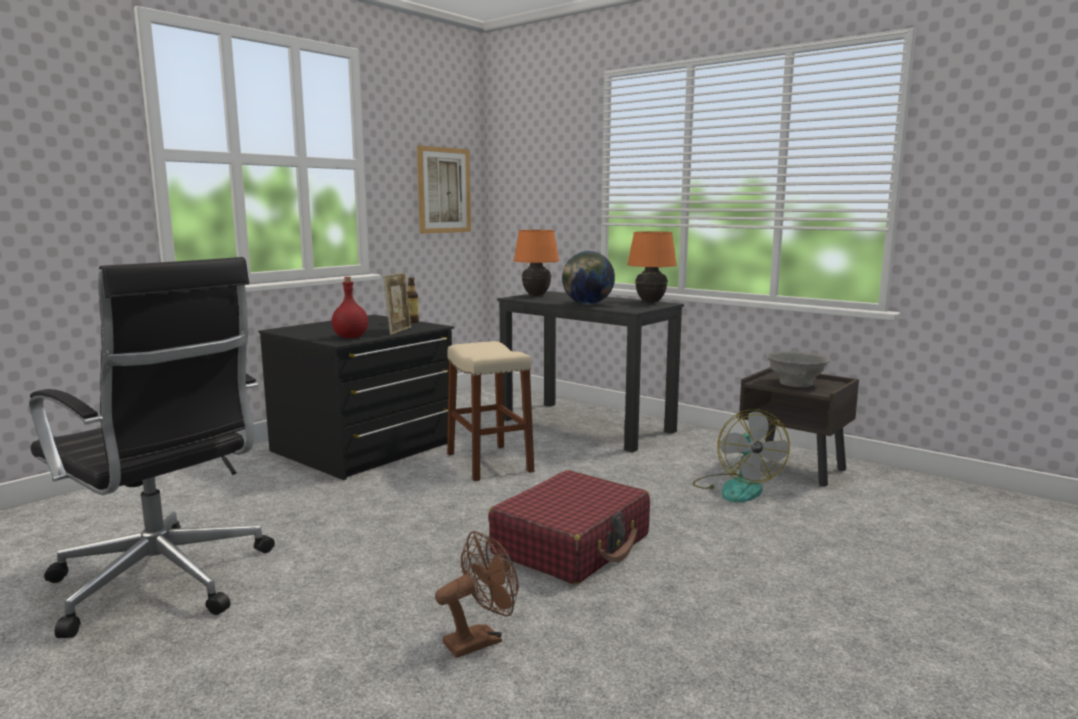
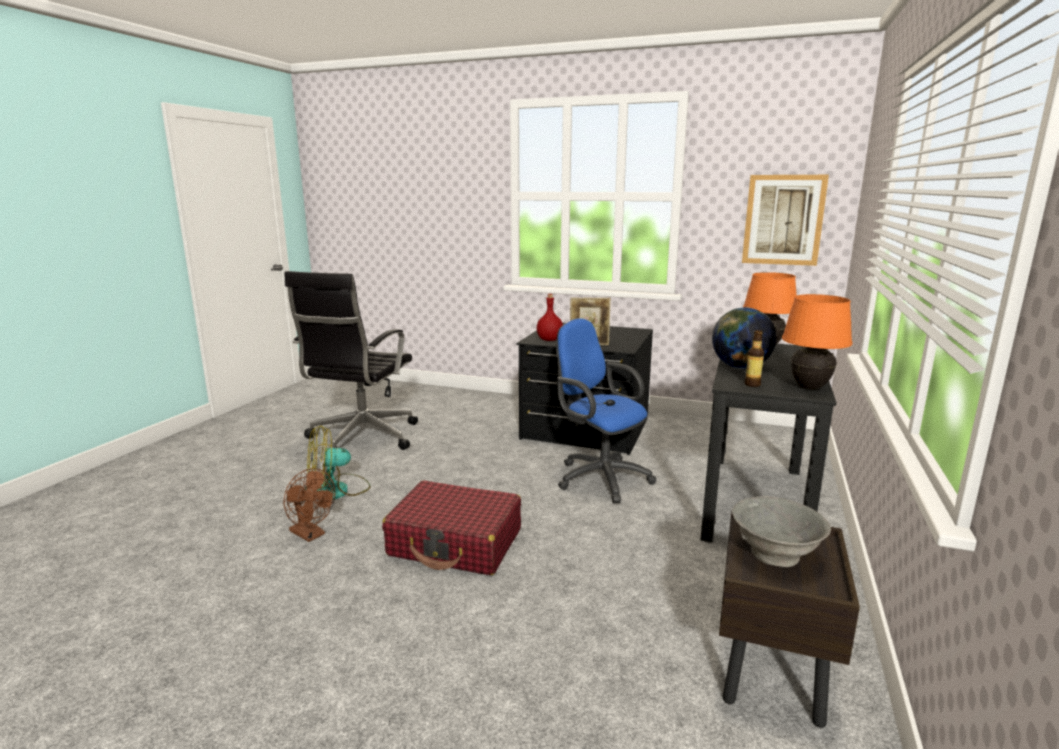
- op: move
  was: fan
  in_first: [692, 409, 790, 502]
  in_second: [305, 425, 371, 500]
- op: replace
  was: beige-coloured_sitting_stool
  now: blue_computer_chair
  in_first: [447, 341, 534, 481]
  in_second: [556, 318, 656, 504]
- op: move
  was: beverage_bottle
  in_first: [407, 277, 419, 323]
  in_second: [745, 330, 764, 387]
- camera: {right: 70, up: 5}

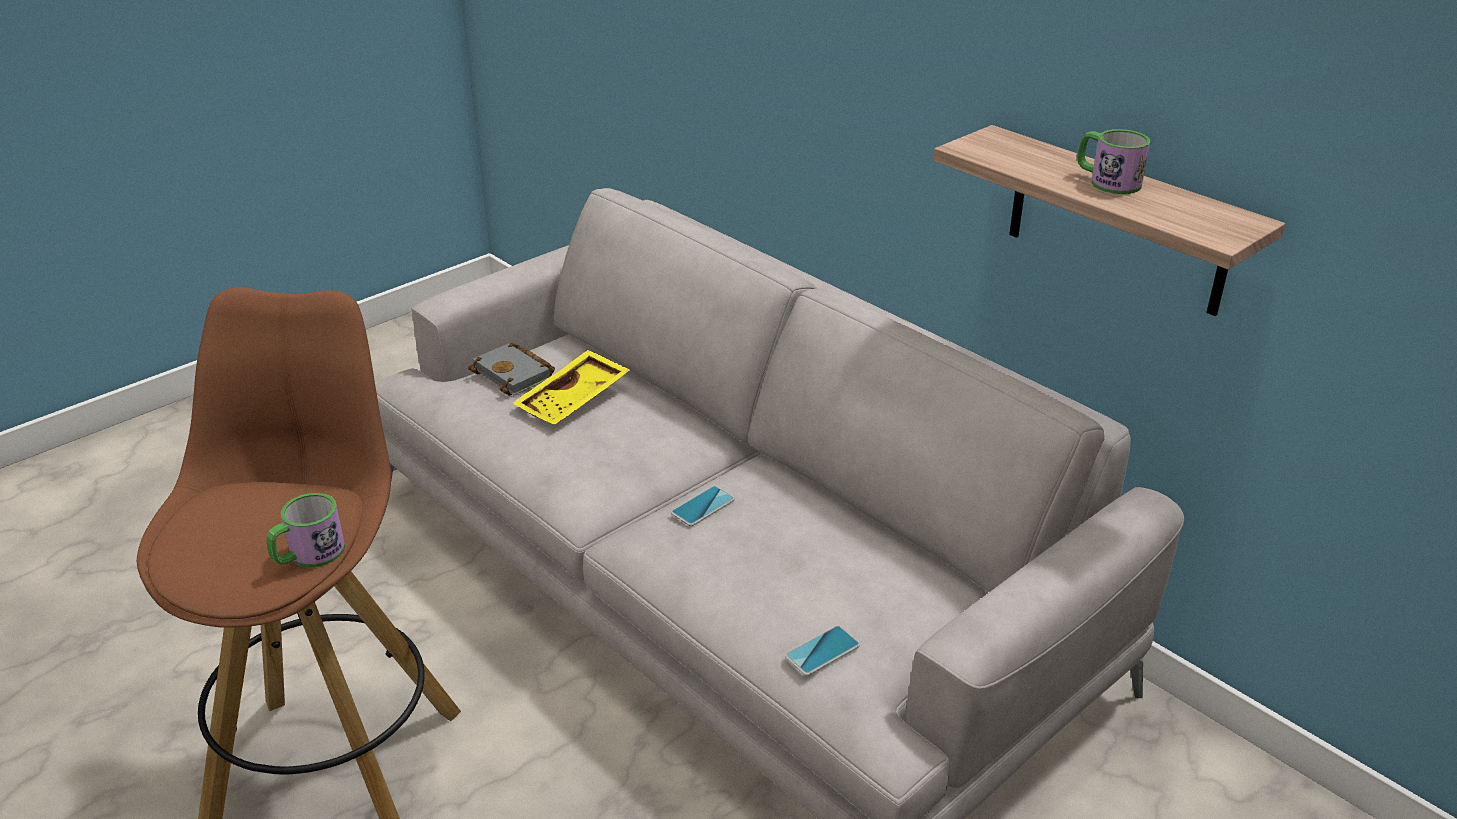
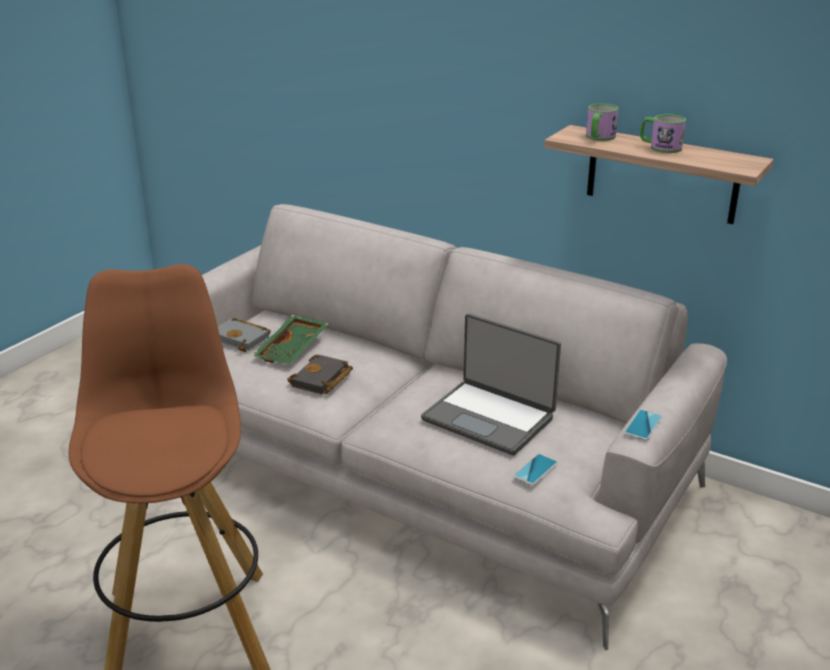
- op: recolor
  was: yellowish_carrying_tray
  now: greenish_carrying_tray
  in_first: [513, 350, 630, 425]
  in_second: [252, 315, 329, 364]
- op: insert
  now: blackish_book
  in_second: [287, 354, 353, 395]
- op: insert
  now: laptop
  in_second: [421, 313, 561, 456]
- op: move
  was: coffee_mug
  in_first: [267, 493, 345, 567]
  in_second: [586, 103, 619, 141]
- op: move
  was: phone
  in_first: [671, 486, 735, 526]
  in_second: [624, 410, 662, 440]
- camera: {right: -15, up: -5}

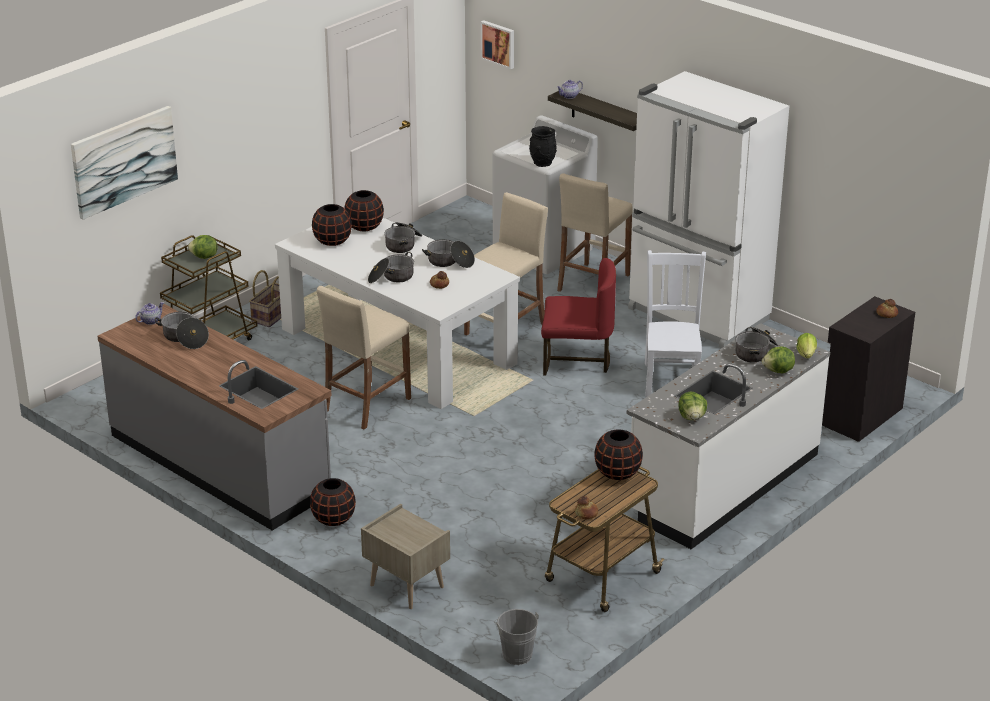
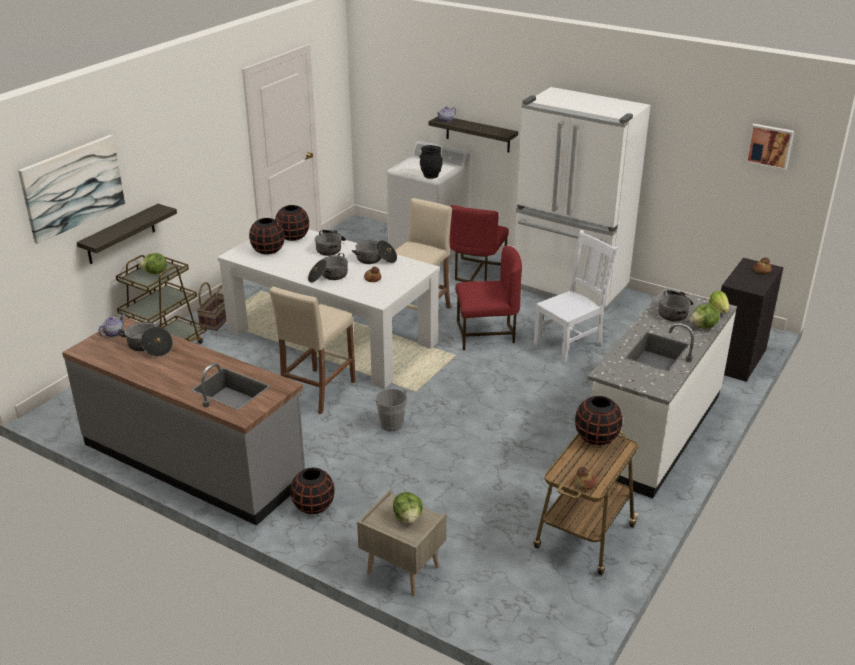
- op: insert
  now: shelf
  in_second: [77, 204, 177, 264]
- op: move
  was: grey_bucket
  in_first: [494, 609, 539, 665]
  in_second: [372, 388, 407, 432]
- op: move
  was: head_of_lettuce
  in_first: [678, 392, 707, 420]
  in_second: [393, 492, 423, 523]
- op: replace
  was: beige-coloured_sitting_stool
  now: red-coloured_plain_chair
  in_first: [557, 173, 633, 292]
  in_second: [450, 205, 509, 282]
- op: rotate
  was: white-coloured_plain_chair
  in_first: [645, 250, 706, 397]
  in_second: [534, 230, 618, 362]
  clockwise: 60
- op: move
  was: wall_art
  in_first: [481, 20, 514, 69]
  in_second: [745, 124, 794, 170]
- camera: {right: -10, up: 0}

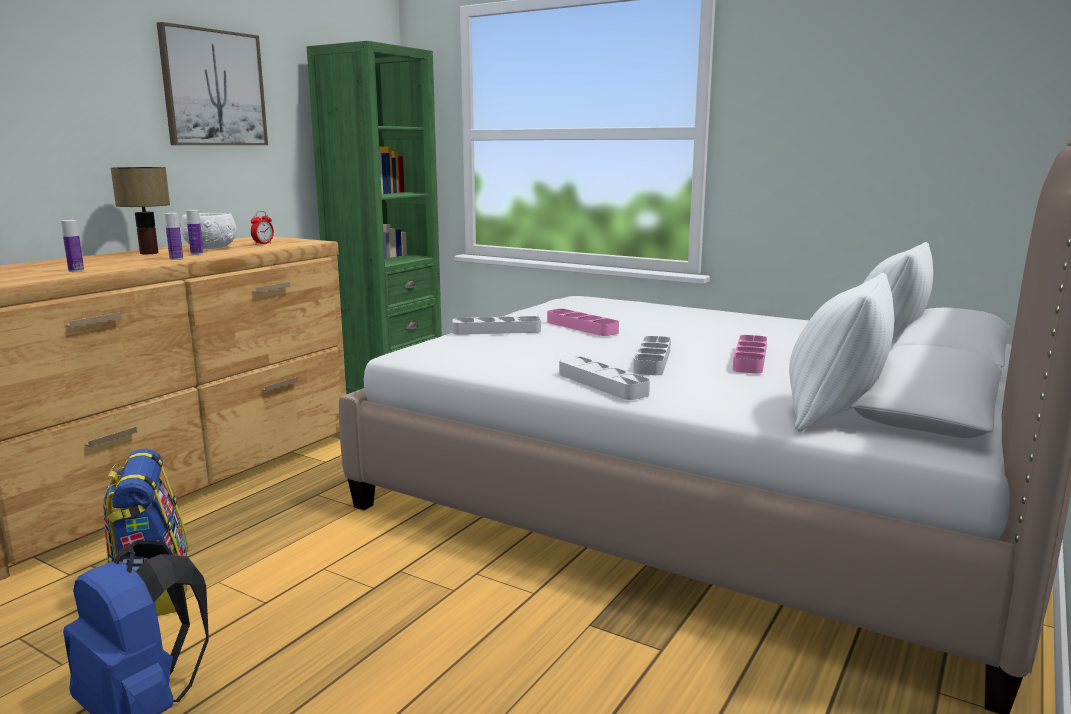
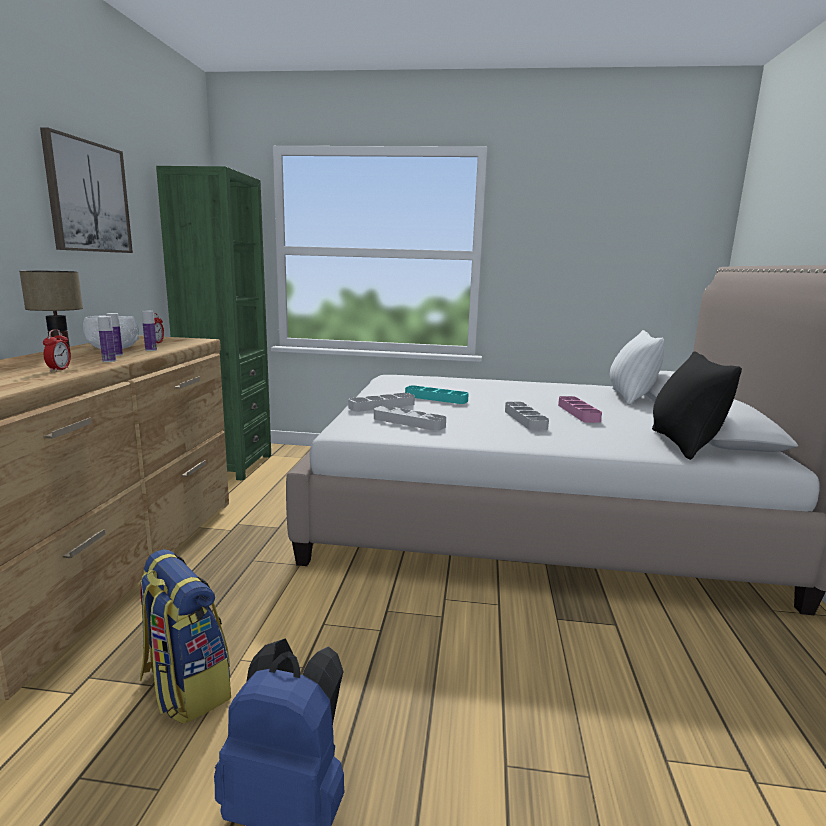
- op: insert
  now: alarm_clock
  in_second: [43, 329, 71, 372]
- op: move
  was: beverage_bottle
  in_first: [61, 220, 84, 272]
  in_second: [142, 311, 157, 351]
- op: move
  was: grey_carrying_tray
  in_first: [559, 356, 650, 400]
  in_second: [374, 406, 446, 431]
- op: recolor
  was: pink-coloured_carrying_tray
  now: blue-green_carrying_tray
  in_first: [547, 309, 619, 336]
  in_second: [405, 385, 469, 404]
- op: recolor
  was: white-coloured_cushion
  now: blackish_cushion
  in_first: [789, 273, 894, 432]
  in_second: [652, 351, 742, 460]
- camera: {right: -25, up: 0}

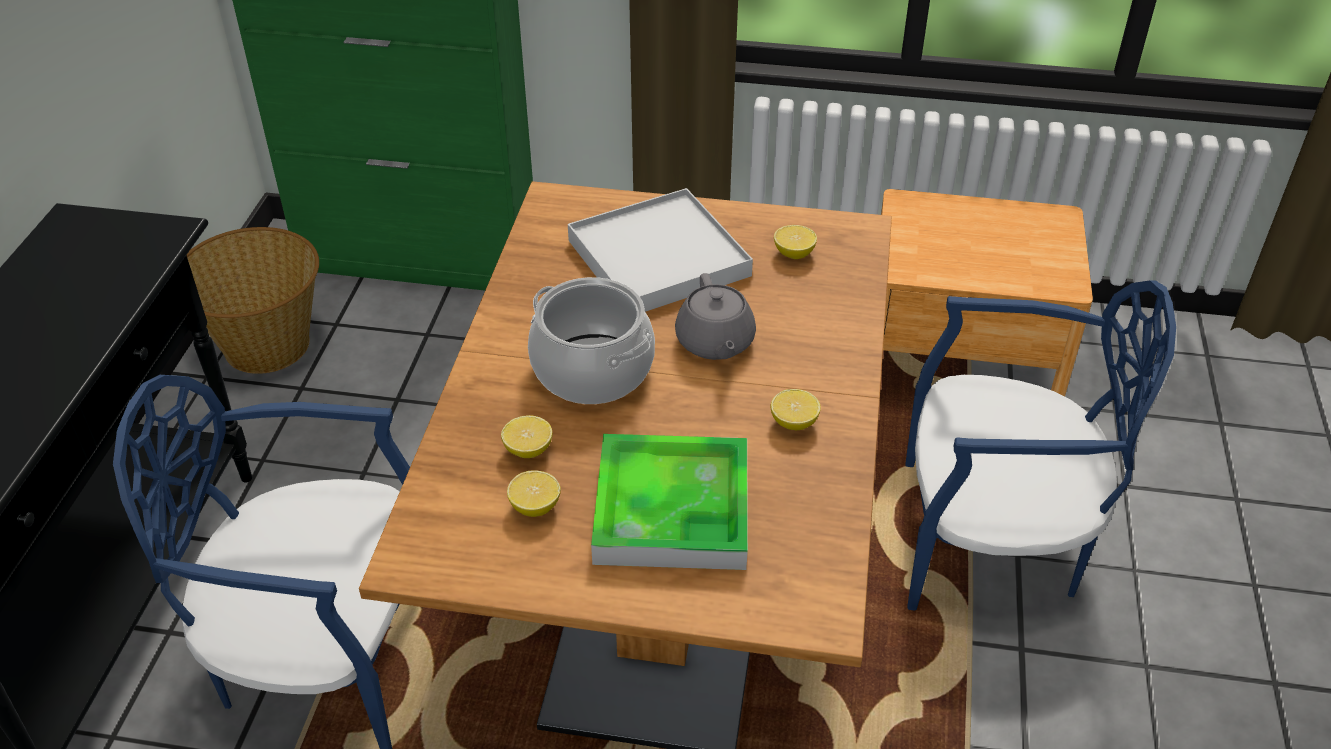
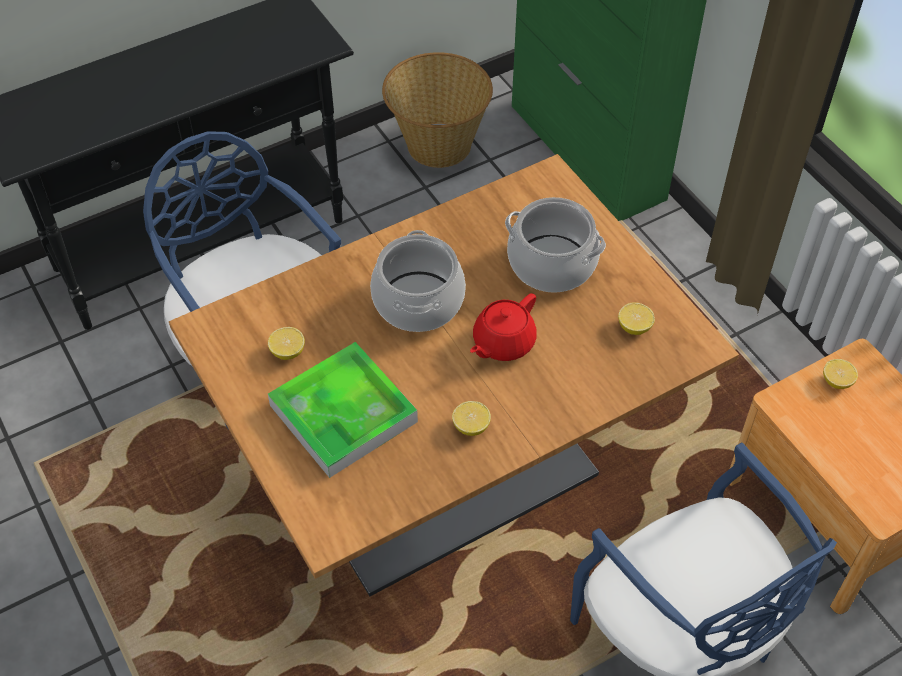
- op: recolor
  was: grey_teapot
  now: red-coloured_teapot
  in_first: [675, 273, 756, 360]
  in_second: [470, 293, 537, 361]
- op: replace
  was: white-coloured_carrying_tray
  now: saucepot
  in_first: [568, 188, 753, 312]
  in_second: [505, 197, 606, 293]
- op: move
  was: whole_lemon
  in_first: [501, 415, 552, 458]
  in_second: [823, 359, 858, 389]
- camera: {right: 50, up: 10}

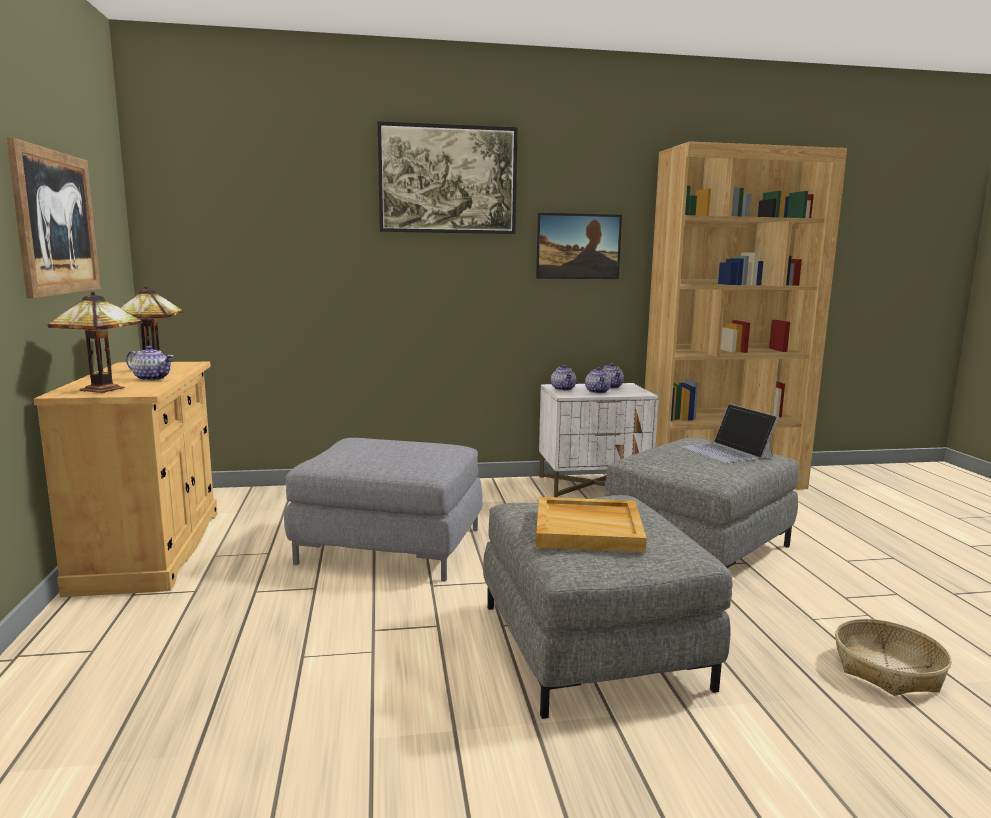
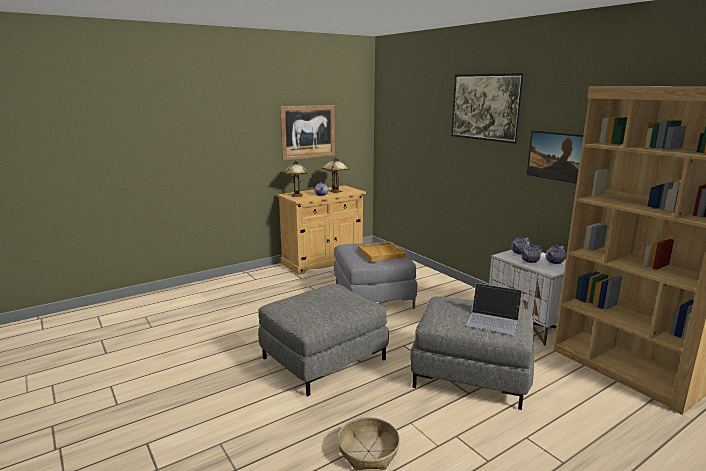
- op: move
  was: beige-coloured_carrying_tray
  in_first: [536, 497, 647, 553]
  in_second: [358, 241, 406, 262]
- op: rotate
  was: laptop
  in_first: [682, 404, 778, 464]
  in_second: [466, 283, 522, 335]
  clockwise: -105
- camera: {right: 65, up: 5}

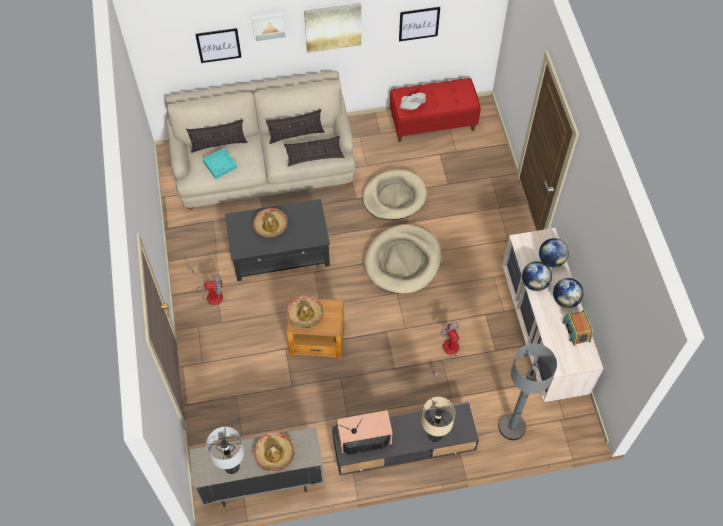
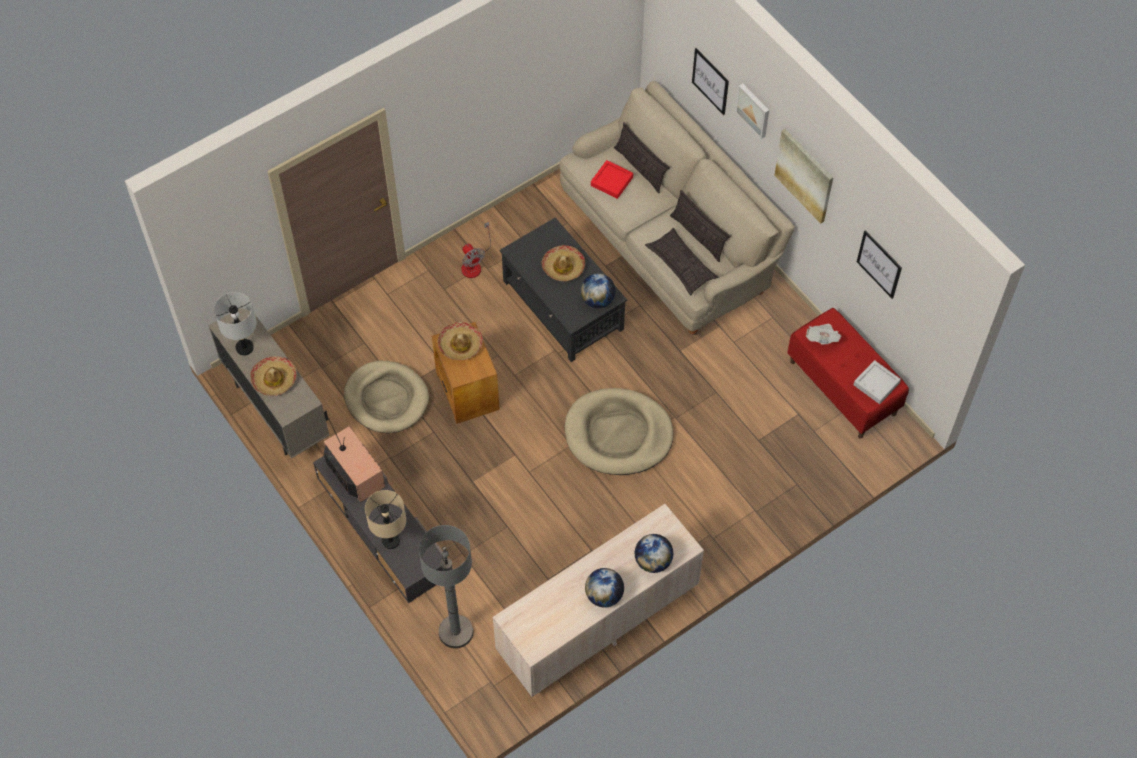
- op: move
  was: beige-coloured_pet_bed
  in_first: [363, 169, 427, 220]
  in_second: [344, 361, 429, 433]
- op: move
  was: world_globe
  in_first: [522, 261, 552, 291]
  in_second: [581, 273, 616, 308]
- op: recolor
  was: blue-green_carrying_tray
  now: red-coloured_carrying_tray
  in_first: [203, 148, 237, 179]
  in_second: [591, 160, 633, 199]
- op: insert
  now: grey_carrying_tray
  in_second: [853, 360, 901, 404]
- op: delete
  was: fan
  in_first: [433, 323, 460, 376]
- op: delete
  was: radio
  in_first: [562, 310, 593, 346]
- camera: {right: 65, up: 0}

